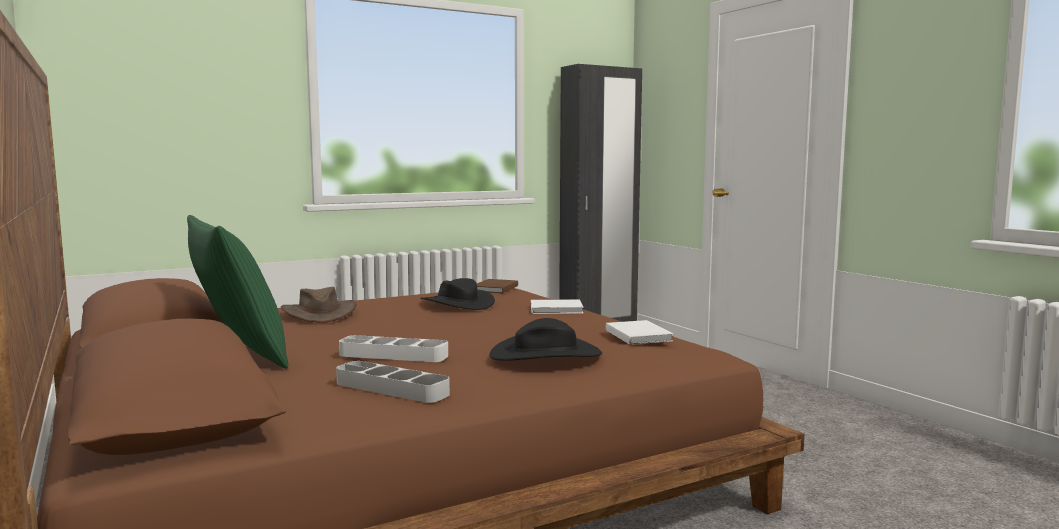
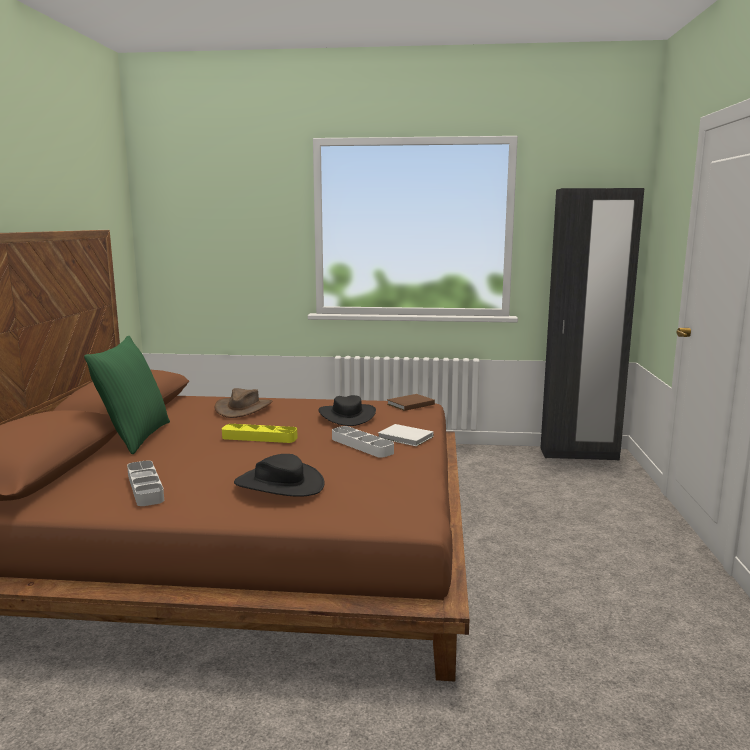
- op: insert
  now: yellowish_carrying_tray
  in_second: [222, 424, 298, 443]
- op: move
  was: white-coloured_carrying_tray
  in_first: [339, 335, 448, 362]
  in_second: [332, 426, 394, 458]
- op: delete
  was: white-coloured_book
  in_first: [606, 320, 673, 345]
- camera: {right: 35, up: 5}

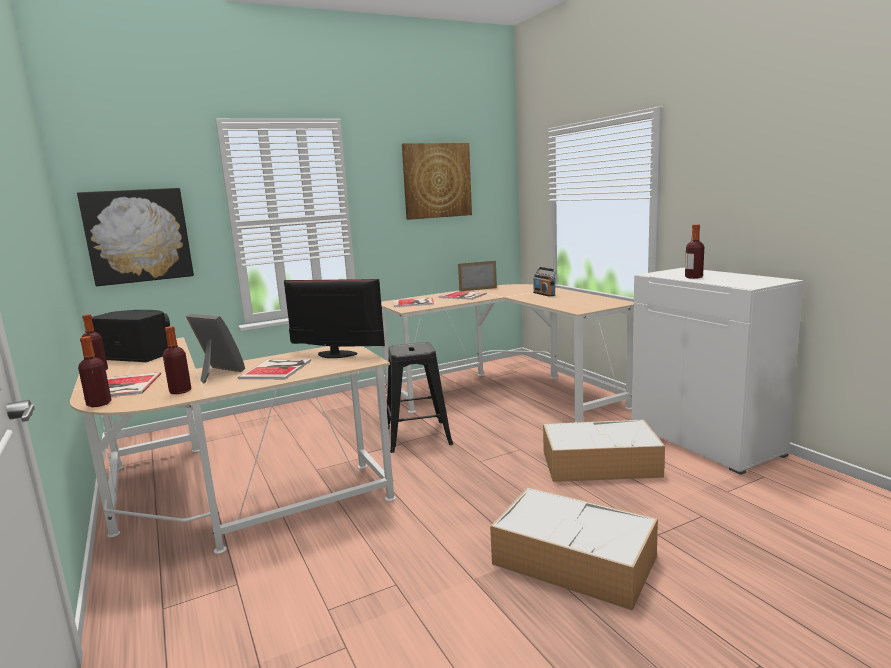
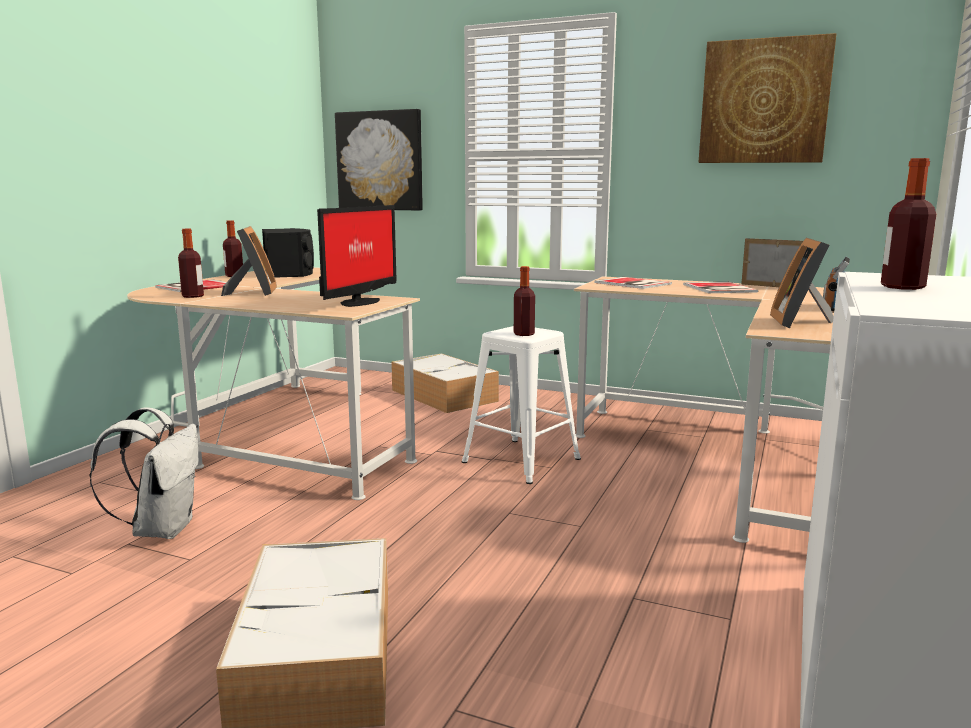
- op: insert
  now: white-coloured_rucksack
  in_second: [89, 407, 199, 539]
- op: rotate
  was: computer_screen
  in_first: [284, 279, 385, 358]
  in_second: [317, 205, 397, 307]
  clockwise: 45
- op: move
  was: storage_container
  in_first: [543, 420, 665, 482]
  in_second: [391, 354, 499, 413]
- op: recolor
  was: blackish_sitting_stool
  now: white-coloured_sitting_stool
  in_first: [387, 342, 453, 453]
  in_second: [461, 326, 581, 484]
- op: move
  was: beverage_bottle
  in_first: [78, 336, 112, 407]
  in_second: [514, 266, 535, 336]
- op: insert
  now: picture_frame
  in_second: [770, 238, 834, 328]
- op: delete
  was: book
  in_first: [238, 359, 311, 379]
- camera: {right: 50, up: 0}

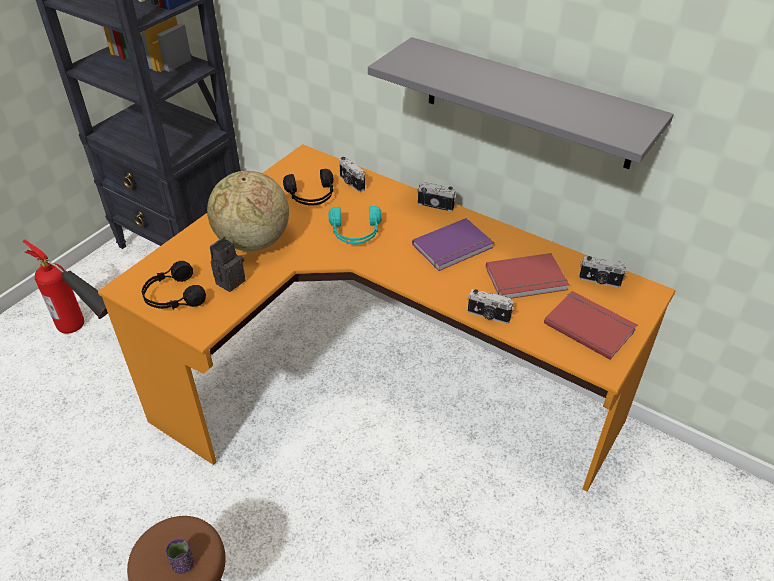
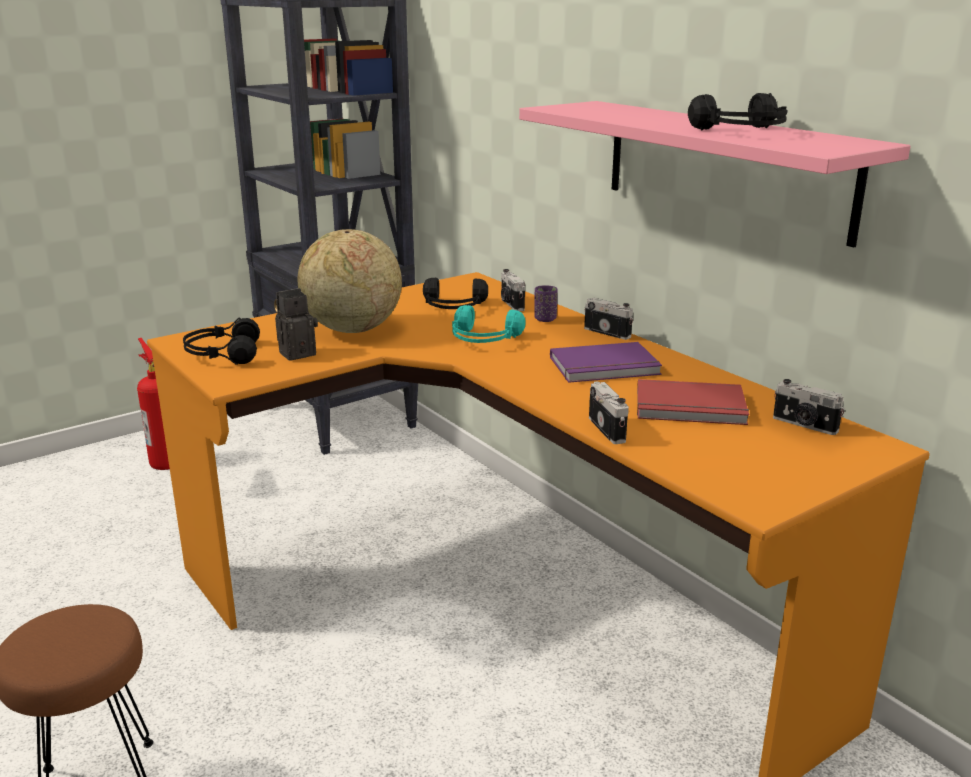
- op: recolor
  was: grey_shelf
  now: pink-coloured_shelf
  in_first: [368, 37, 674, 169]
  in_second: [519, 101, 911, 247]
- op: move
  was: purple-coloured_drinking_cup
  in_first: [166, 538, 194, 574]
  in_second: [534, 285, 557, 322]
- op: rotate
  was: still_camera
  in_first: [468, 289, 514, 324]
  in_second: [589, 382, 629, 444]
  clockwise: -150
- op: insert
  now: blackish_headphones
  in_second: [688, 93, 787, 131]
- op: delete
  was: red-coloured_book
  in_first: [544, 291, 637, 360]
- camera: {right: 20, up: -20}

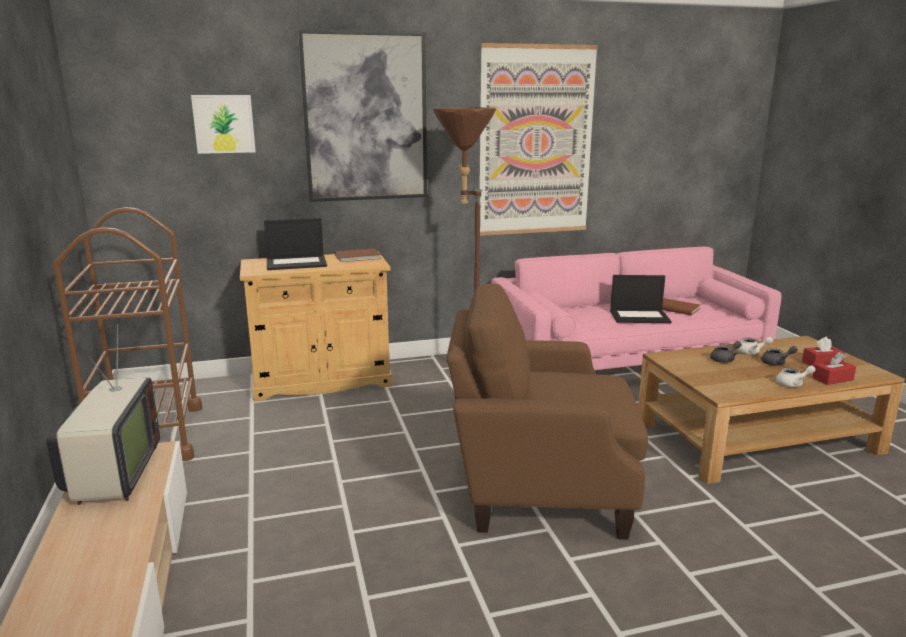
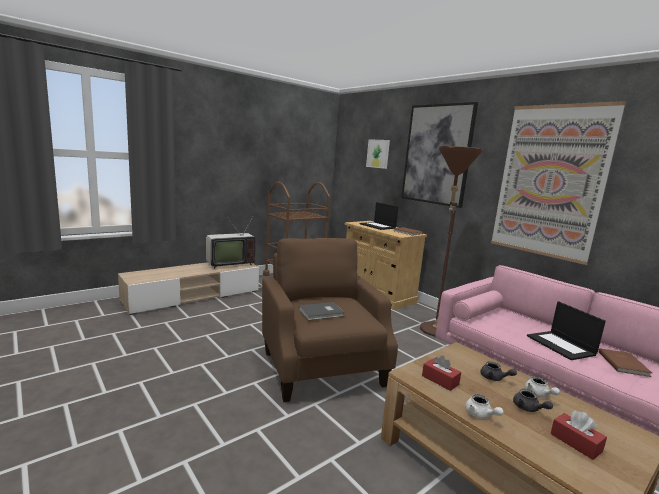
- op: insert
  now: grey_book
  in_second: [299, 302, 345, 320]
- op: move
  was: red-coloured_tissue_holder
  in_first: [812, 352, 856, 385]
  in_second: [422, 355, 461, 391]
- camera: {right: 65, up: -5}

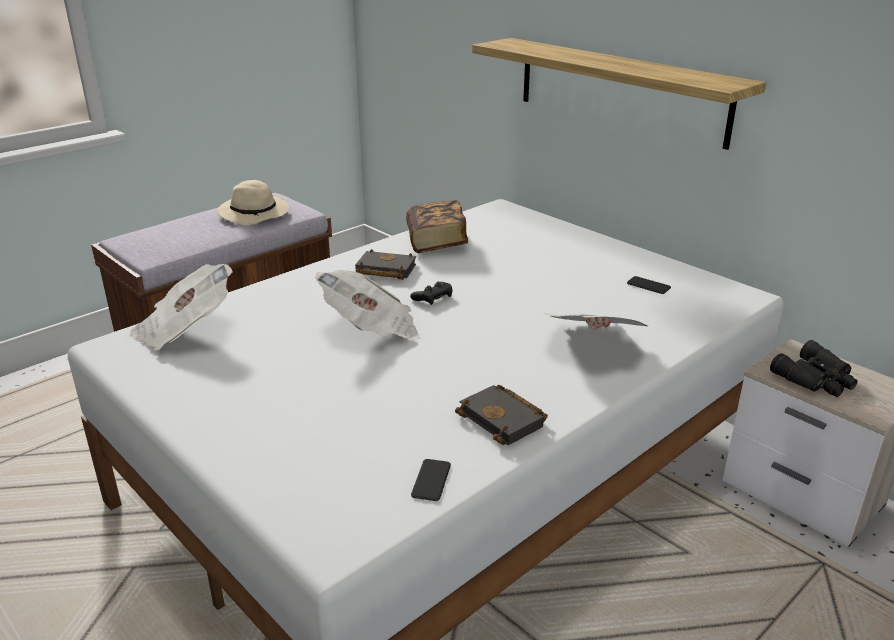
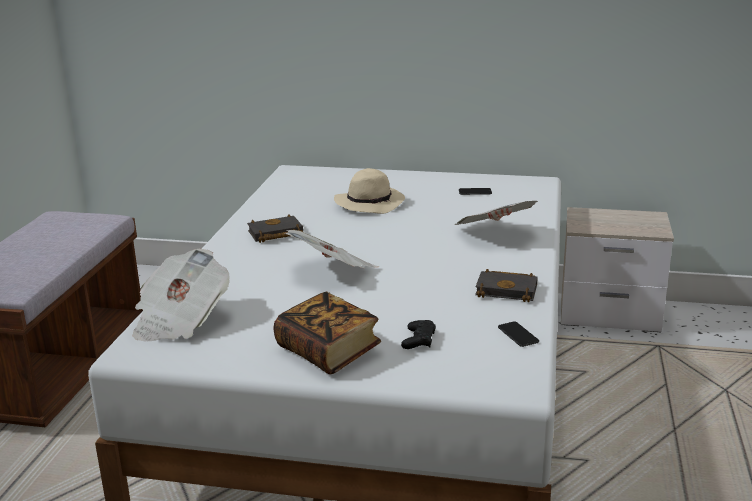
- op: move
  was: book
  in_first: [406, 200, 468, 253]
  in_second: [274, 292, 381, 374]
- op: move
  was: beige-coloured_hat
  in_first: [218, 180, 289, 226]
  in_second: [334, 168, 405, 214]
- op: move
  was: blackish_game_controller
  in_first: [410, 282, 453, 305]
  in_second: [401, 320, 436, 349]
- op: delete
  was: shelf
  in_first: [472, 38, 766, 150]
- op: delete
  was: blackish_pair_of_binoculars
  in_first: [770, 340, 858, 397]
- camera: {right: -35, up: -5}

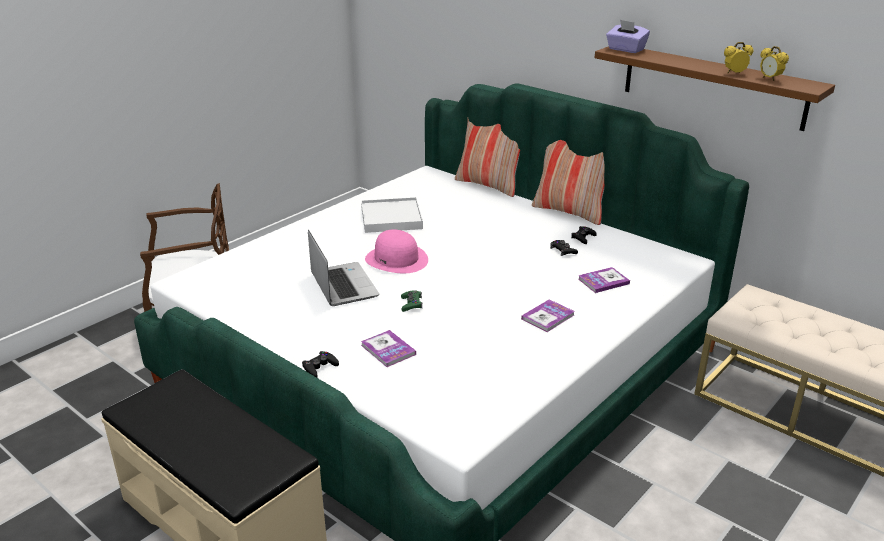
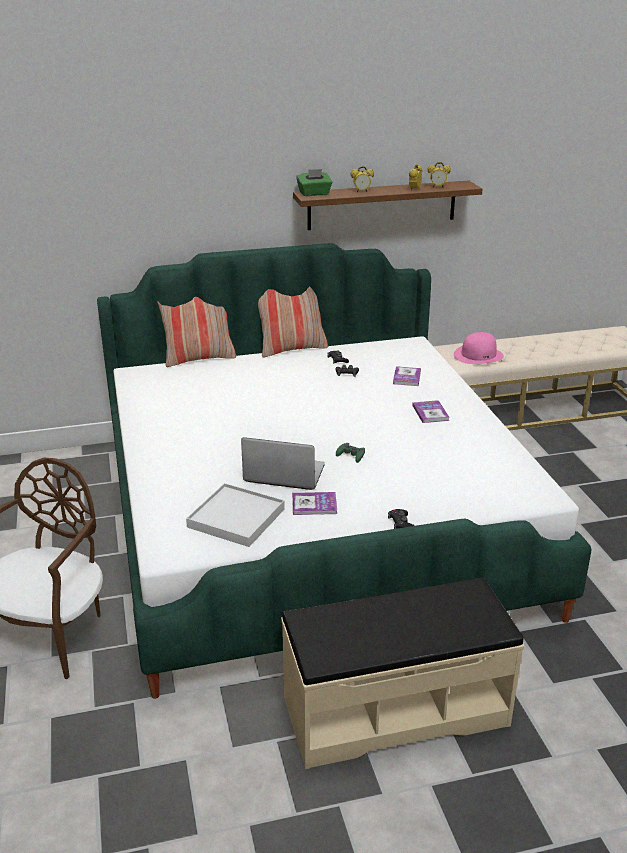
- op: move
  was: white-coloured_carrying_tray
  in_first: [361, 197, 423, 233]
  in_second: [186, 483, 285, 547]
- op: move
  was: book
  in_first: [361, 330, 416, 367]
  in_second: [292, 492, 337, 515]
- op: recolor
  was: purple-coloured_tissue_holder
  now: greenish_tissue_holder
  in_first: [606, 20, 650, 53]
  in_second: [296, 169, 332, 196]
- op: insert
  now: alarm_clock
  in_second: [351, 166, 374, 192]
- op: move
  was: pink-coloured_hat
  in_first: [365, 229, 428, 273]
  in_second: [454, 332, 504, 364]
- camera: {right: -55, up: 0}

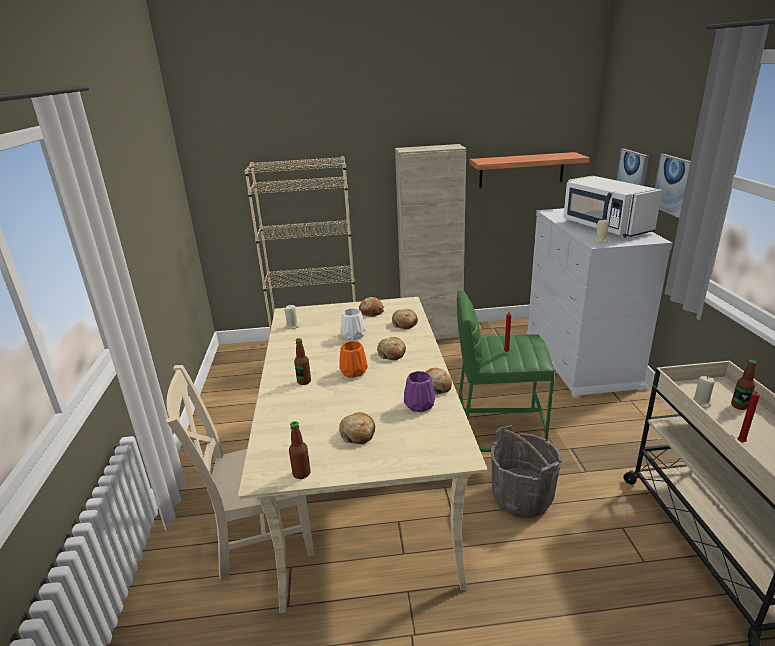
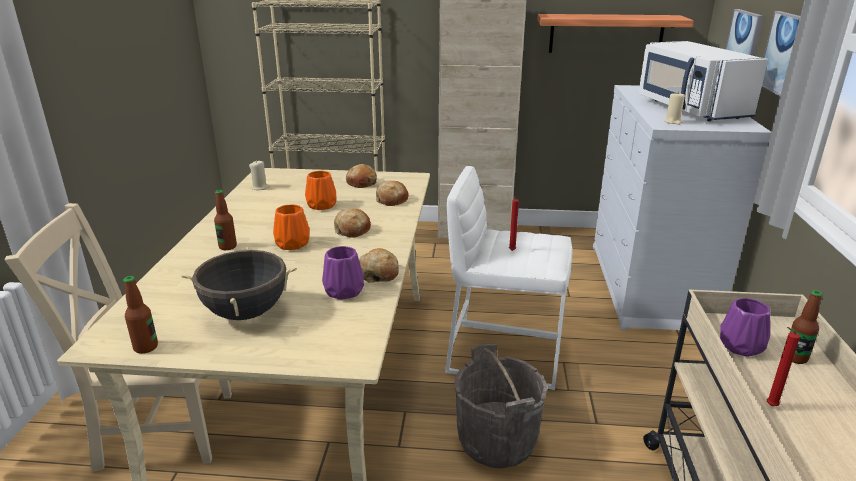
- op: replace
  was: bakery_bread
  now: blackish_saucepot
  in_first: [339, 412, 375, 444]
  in_second: [181, 247, 297, 320]
- op: recolor
  was: white-coloured_flower_vase
  now: orangey_flower_vase
  in_first: [341, 308, 366, 340]
  in_second: [305, 171, 337, 210]
- op: recolor
  was: greenish_sitting_stool
  now: white-coloured_sitting_stool
  in_first: [457, 290, 555, 452]
  in_second: [445, 166, 573, 390]
- op: replace
  was: beige-coloured_wax_candle
  now: purple-coloured_flower_vase
  in_first: [693, 376, 715, 408]
  in_second: [720, 298, 770, 357]
- camera: {right: 10, up: 0}

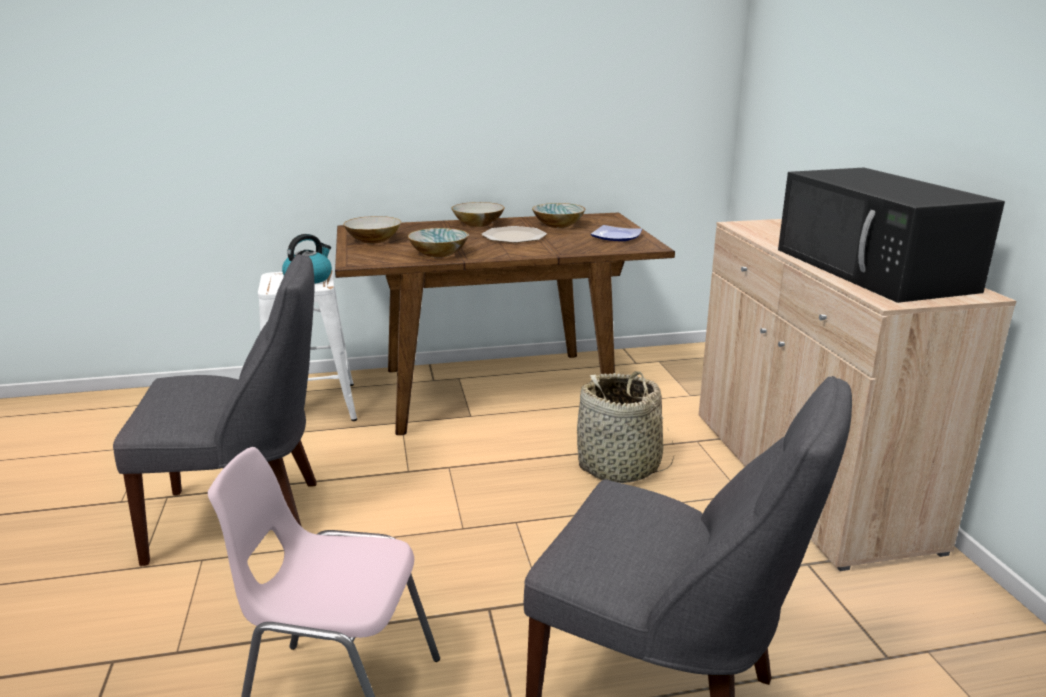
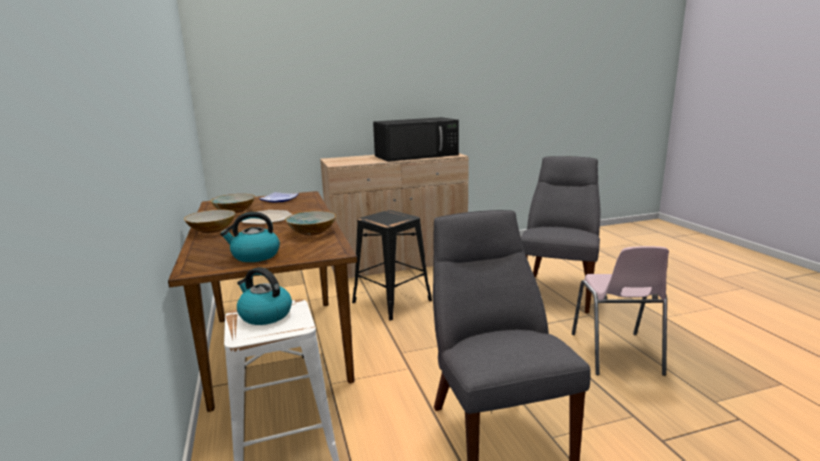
- op: replace
  was: serving_bowl
  now: kettle
  in_first: [343, 216, 401, 244]
  in_second: [220, 212, 280, 262]
- op: replace
  was: household_basket
  now: blackish_sitting_stool
  in_first: [576, 371, 674, 483]
  in_second: [352, 210, 432, 320]
- camera: {right: -95, up: -5}

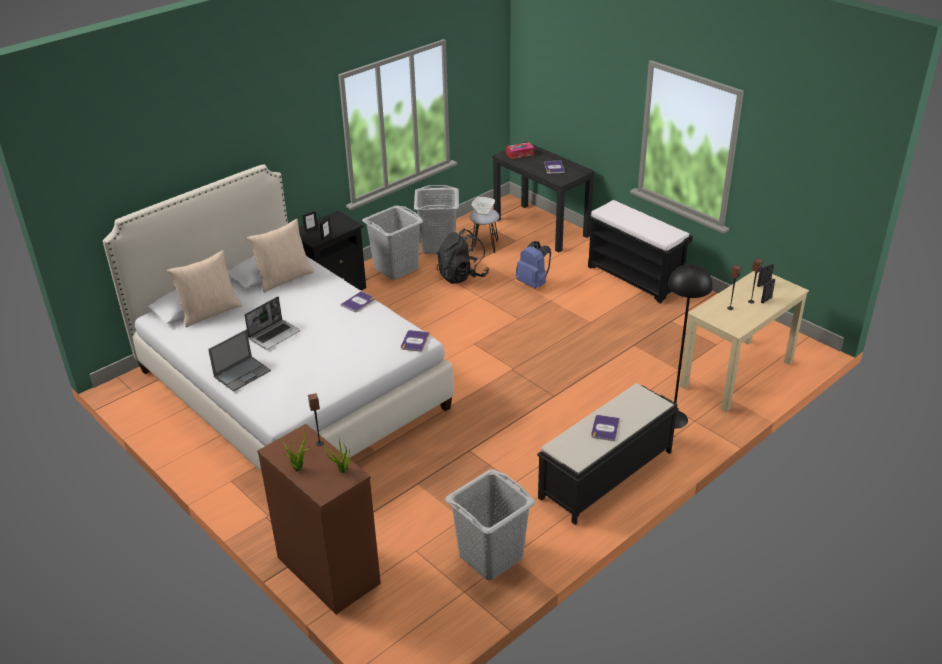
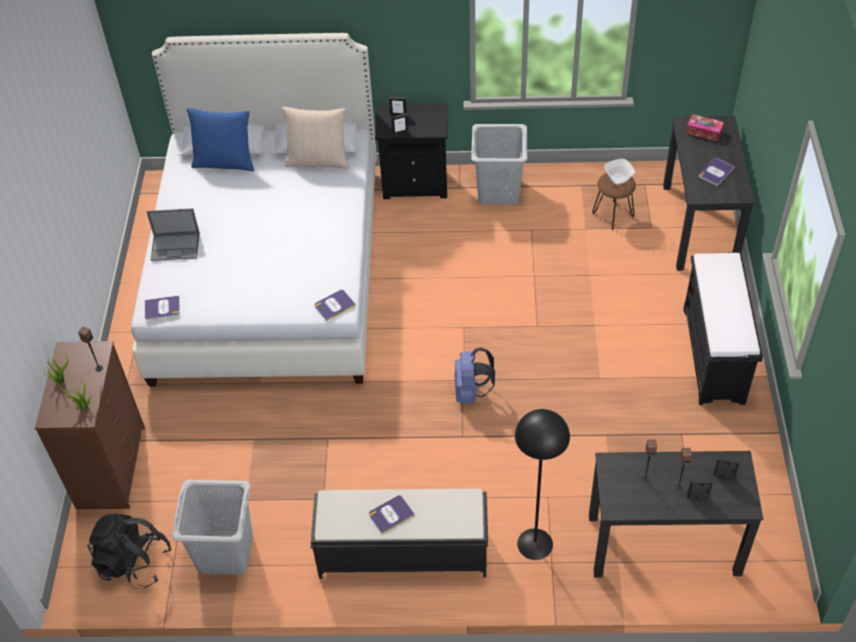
- op: move
  was: blackish_rucksack
  in_first: [437, 228, 489, 284]
  in_second: [87, 513, 172, 589]
- op: move
  was: book
  in_first: [341, 291, 375, 312]
  in_second: [145, 295, 180, 320]
- op: recolor
  was: beige-coloured_cushion
  now: blue_cushion
  in_first: [167, 250, 242, 328]
  in_second: [186, 108, 254, 171]
- op: move
  was: blue_rucksack
  in_first: [516, 241, 551, 289]
  in_second: [454, 347, 495, 403]
- op: recolor
  was: beige-coloured_desk_unit
  now: blackish_desk_unit
  in_first: [680, 271, 809, 412]
  in_second: [589, 451, 763, 578]
- op: recolor
  was: grey_sitting_stool
  now: brown-coloured_sitting_stool
  in_first: [470, 209, 500, 253]
  in_second: [592, 173, 636, 230]
- op: delete
  was: laptop
  in_first: [244, 297, 300, 349]
- op: delete
  was: grey_hamper
  in_first: [414, 185, 459, 254]
- camera: {right: 45, up: 15}

